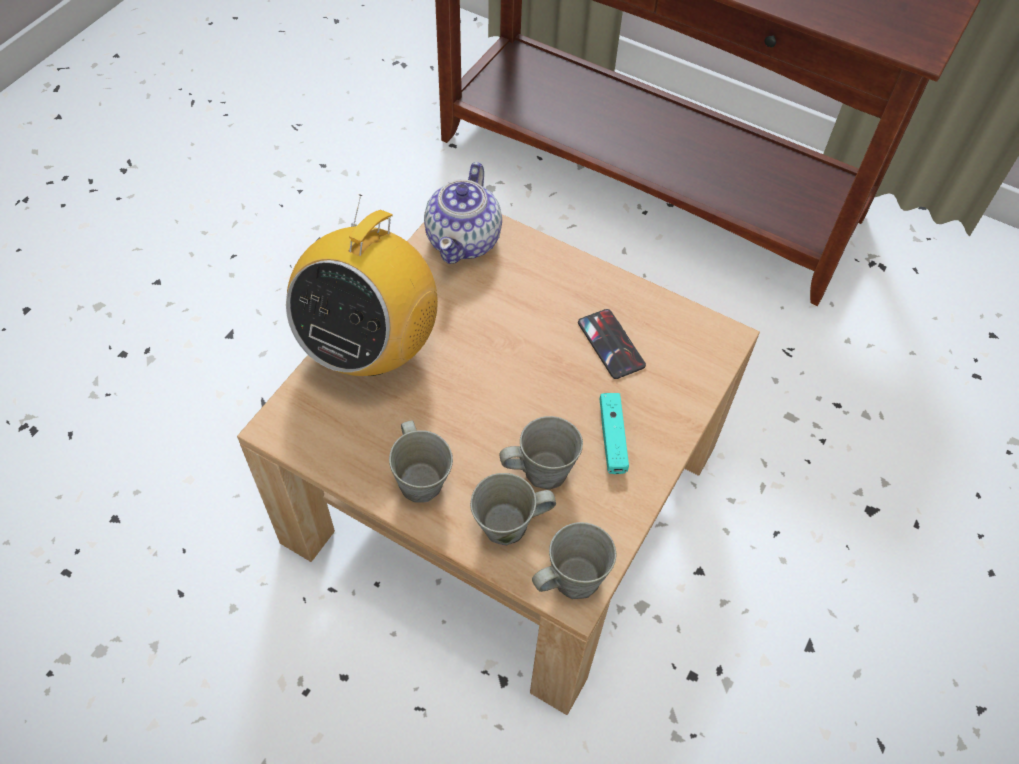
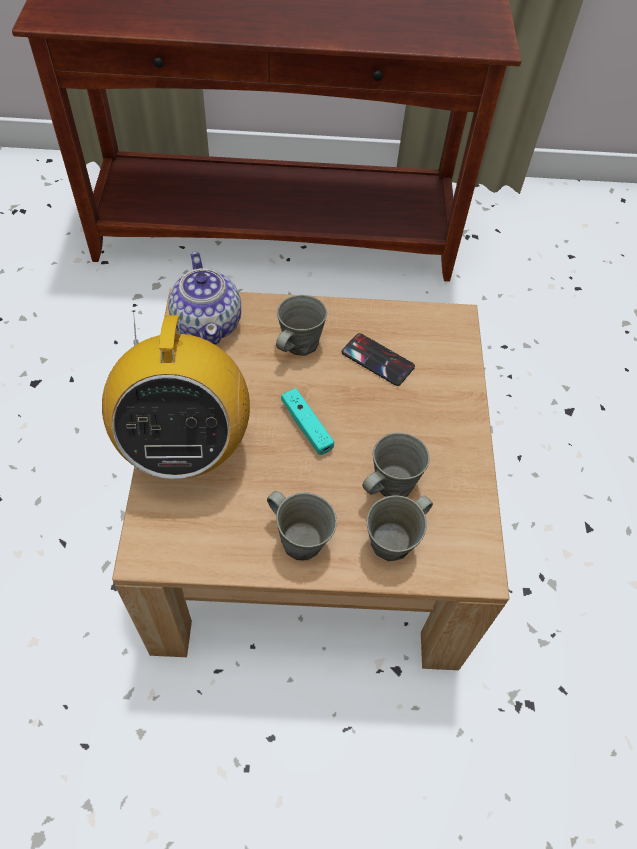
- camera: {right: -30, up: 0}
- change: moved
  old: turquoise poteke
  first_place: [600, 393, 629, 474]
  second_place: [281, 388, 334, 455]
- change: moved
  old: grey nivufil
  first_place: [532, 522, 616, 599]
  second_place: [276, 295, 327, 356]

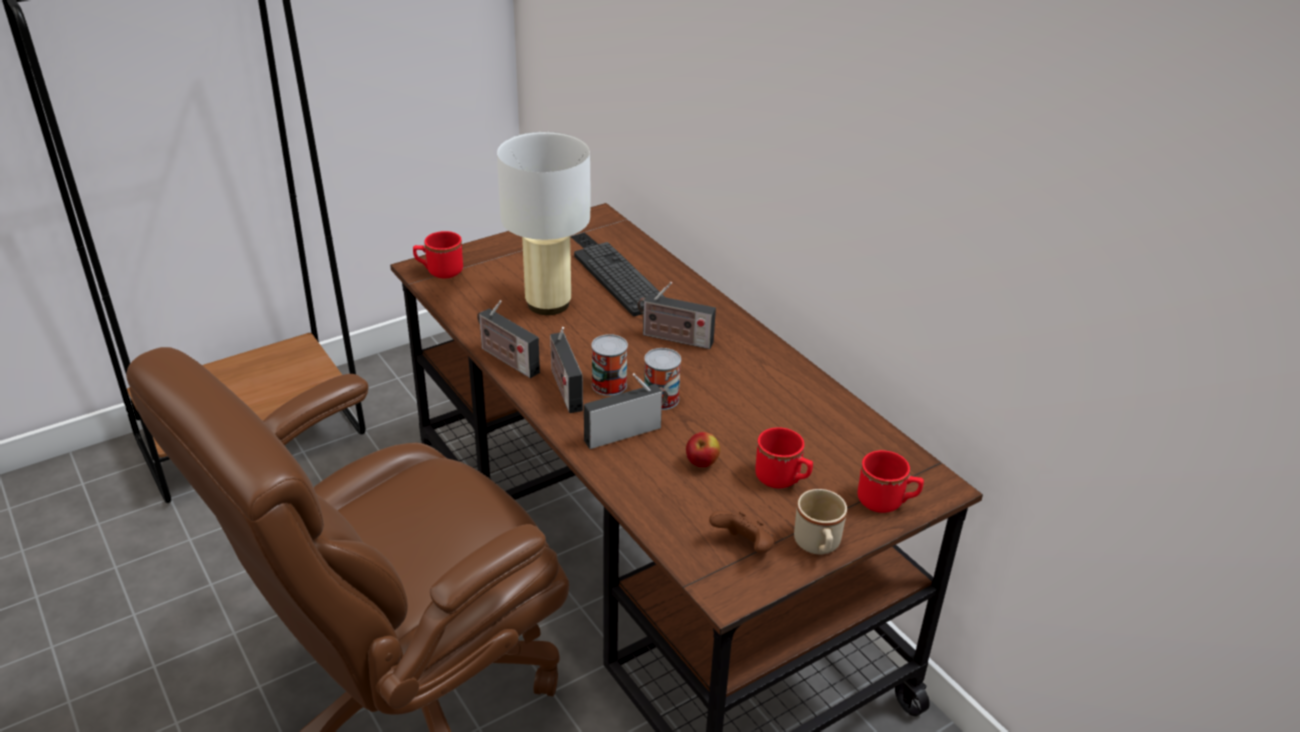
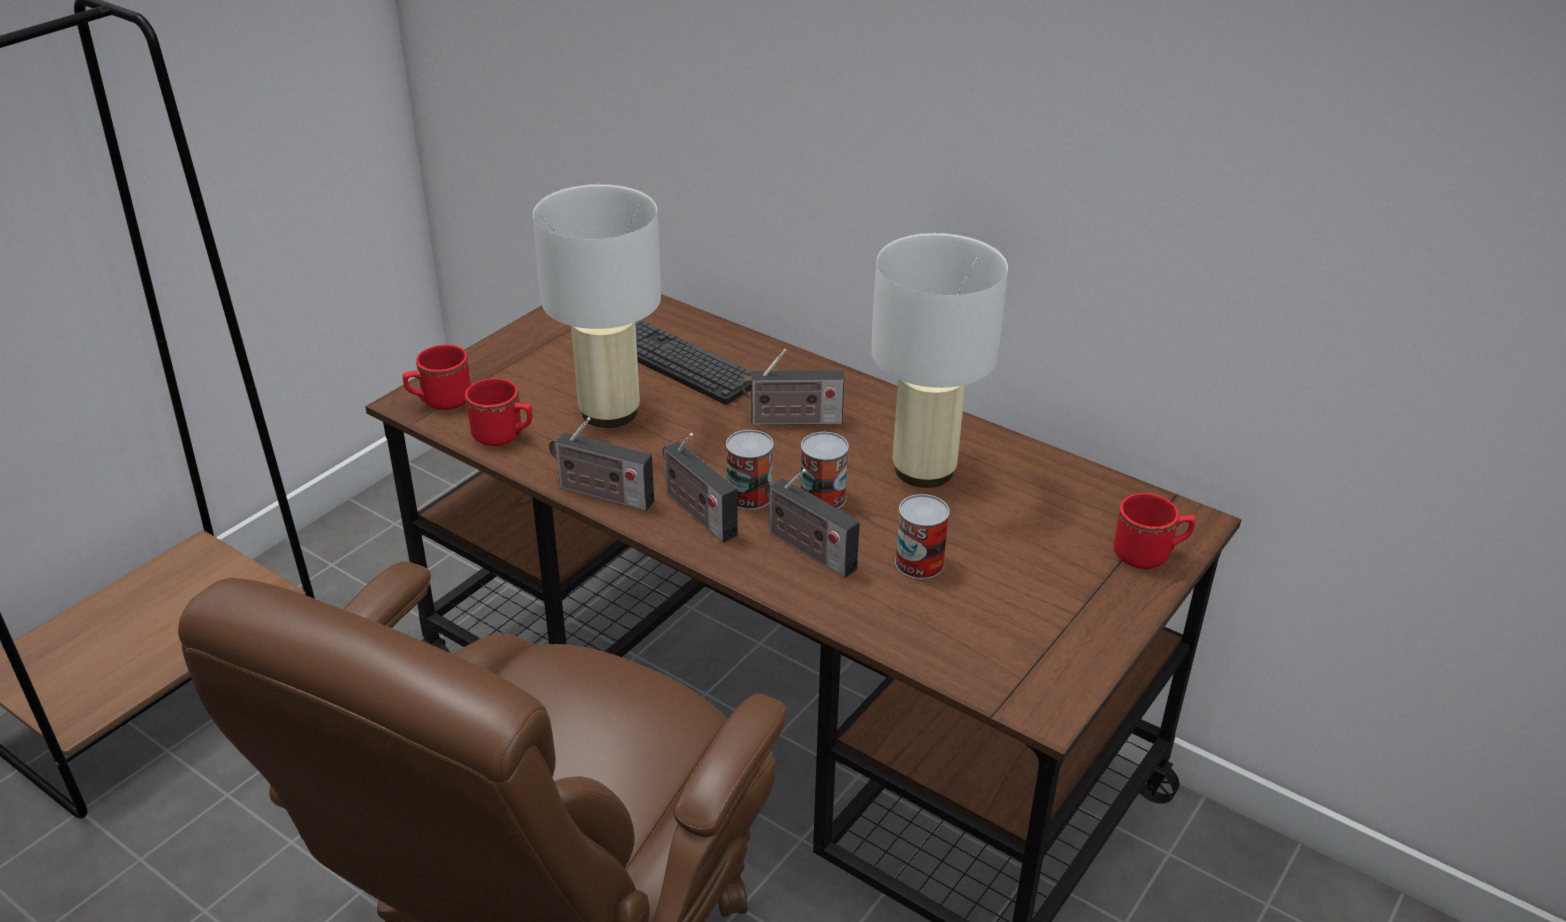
- camera: {right: -20, up: 0}
- change: turned
  old: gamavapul
  first_place: [584, 373, 668, 449]
  second_place: [765, 469, 860, 578]
  degrees: -90
- change: moved
  old: red nivufil
  first_place: [755, 428, 813, 488]
  second_place: [465, 378, 532, 446]
- change: replaced
  old: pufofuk
  new: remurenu
  first_place: [686, 432, 720, 467]
  second_place: [895, 494, 950, 579]
- change: removed
  old: beige nivufil
  first_place: [794, 489, 847, 554]
- change: removed
  old: brown poteke
  first_place: [709, 511, 775, 553]
- change: added
  new: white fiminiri
  second_place: [871, 233, 1008, 488]

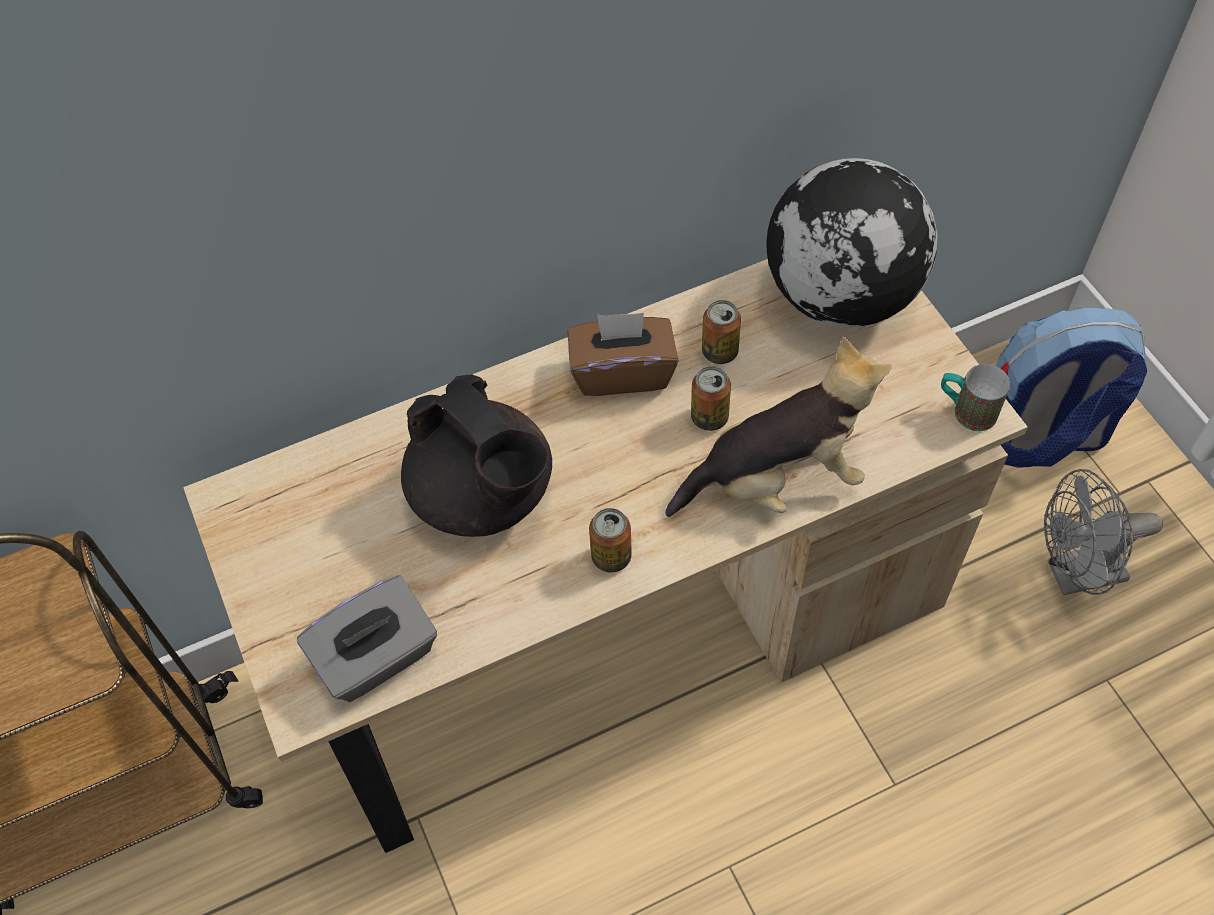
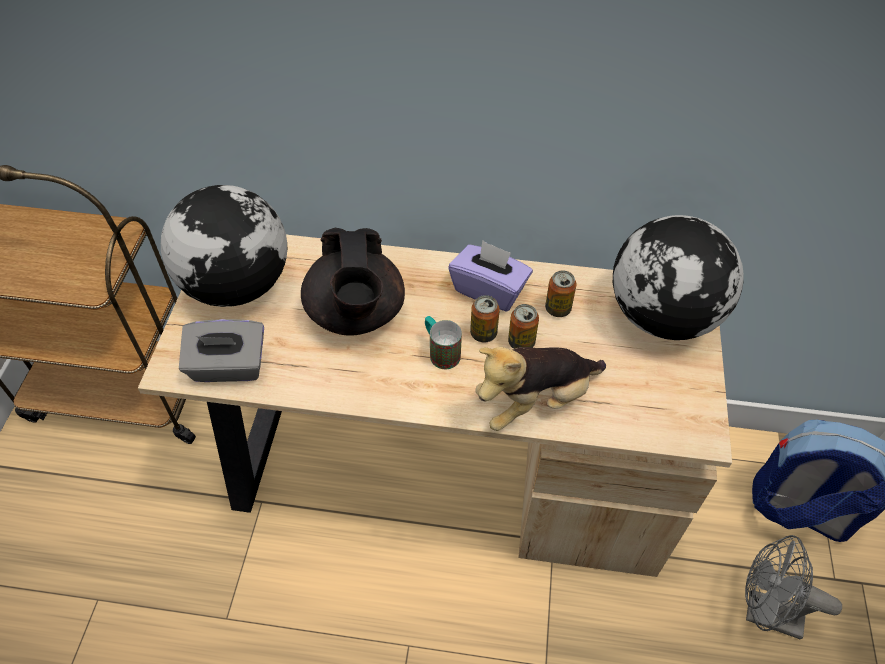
- camera: {right: 30, up: -5}
- change: recoloured
  old: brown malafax
  new: purple malafax
  first_place: [567, 313, 679, 396]
  second_place: [449, 240, 533, 312]
- change: turned
  old: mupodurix
  first_place: [665, 336, 892, 517]
  second_place: [475, 347, 606, 431]
  degrees: 135
- change: moved
  old: nivufil
  first_place: [941, 364, 1010, 431]
  second_place: [425, 316, 462, 369]
- change: moved
  old: remurenu
  first_place: [589, 508, 632, 573]
  second_place: [470, 295, 500, 342]
- change: added
  new: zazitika
  second_place: [161, 185, 288, 307]

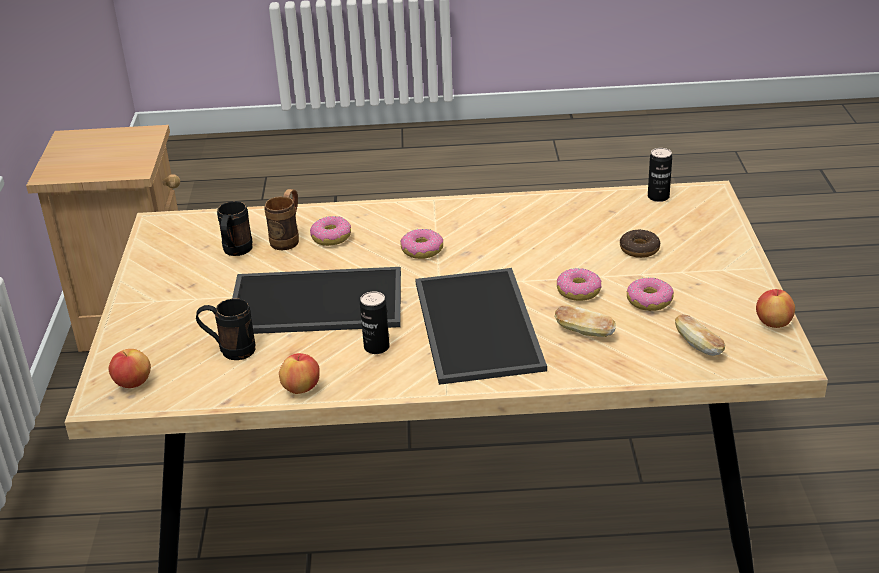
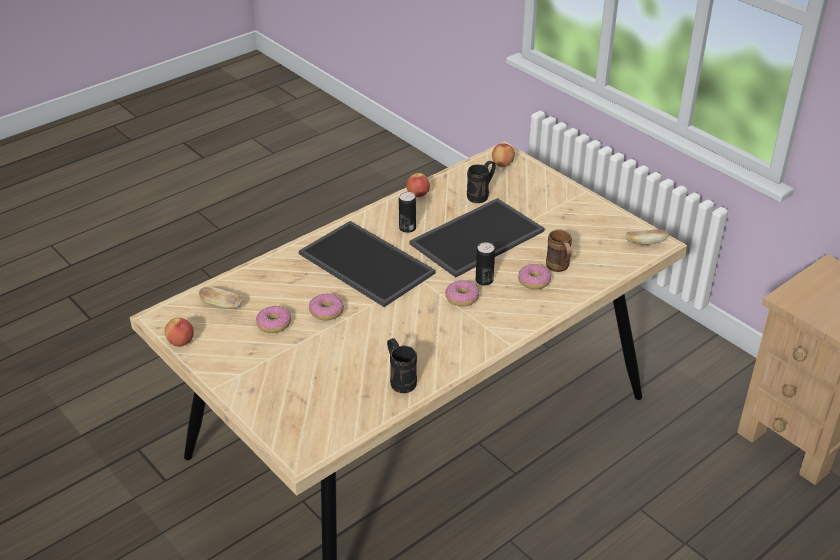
- camera: {right: 140, up: 5}
- change: moved
  old: remurenu
  first_place: [648, 148, 672, 202]
  second_place: [476, 242, 495, 286]
- change: moved
  old: black nivufil
  first_place: [217, 201, 253, 256]
  second_place: [387, 338, 417, 393]
- change: removed
  old: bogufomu
  first_place: [620, 230, 660, 258]
- change: moved
  old: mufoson
  first_place: [555, 305, 616, 337]
  second_place: [625, 229, 669, 245]

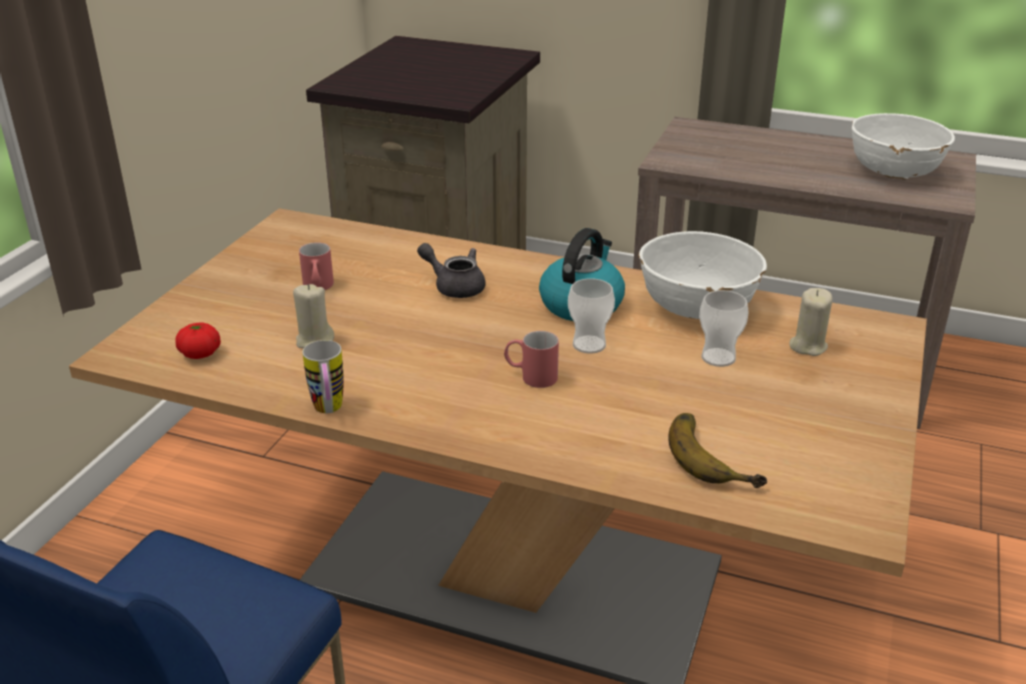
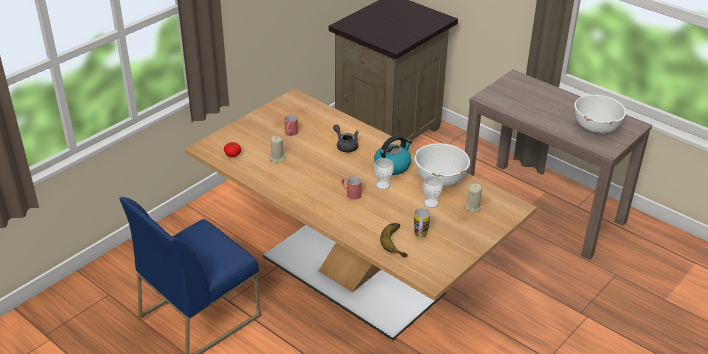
- camera: {right: 20, up: 5}
- change: moved
  old: nivufil
  first_place: [302, 340, 344, 413]
  second_place: [414, 208, 430, 238]

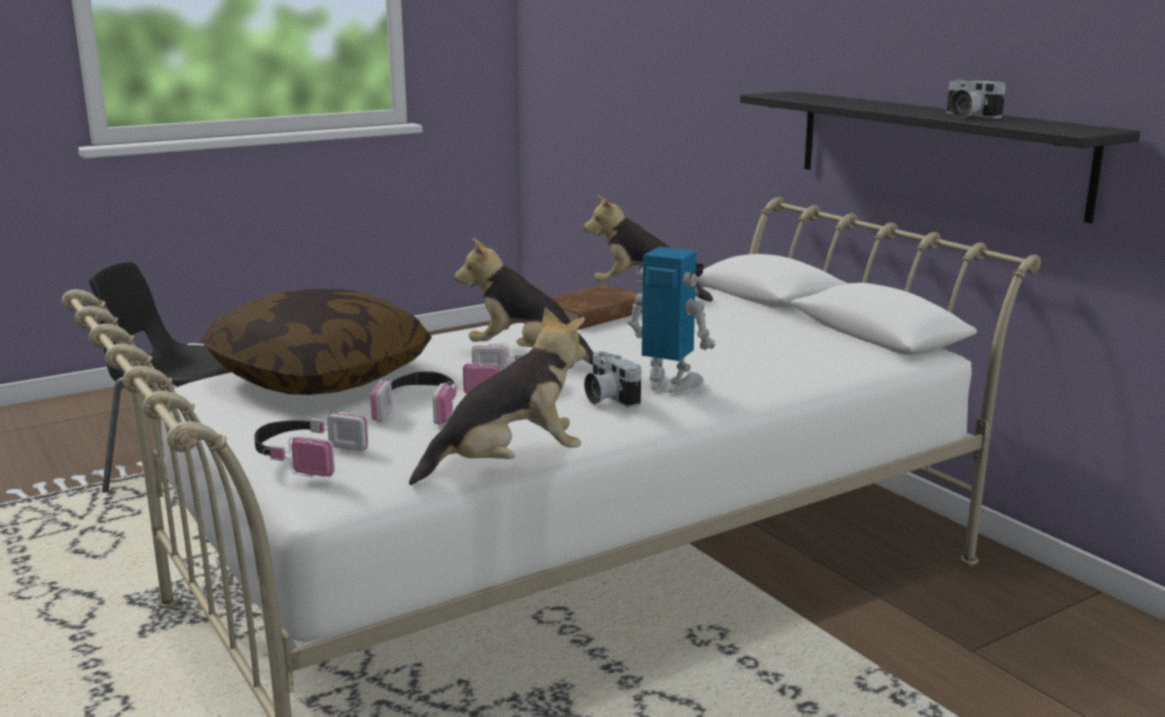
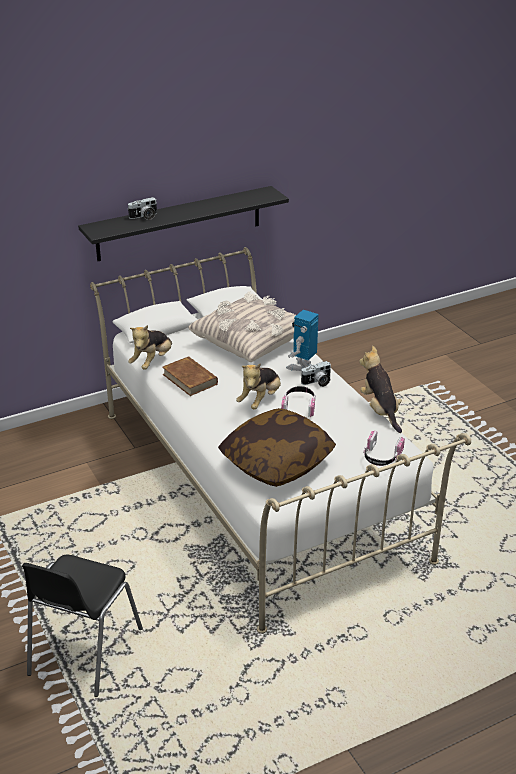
- camera: {right: -85, up: 15}
- change: moved
  old: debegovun
  first_place: [947, 79, 1006, 118]
  second_place: [127, 197, 157, 220]
- change: removed
  old: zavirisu
  first_place: [370, 371, 458, 425]
- change: added
  new: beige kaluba
  second_place: [188, 291, 296, 362]

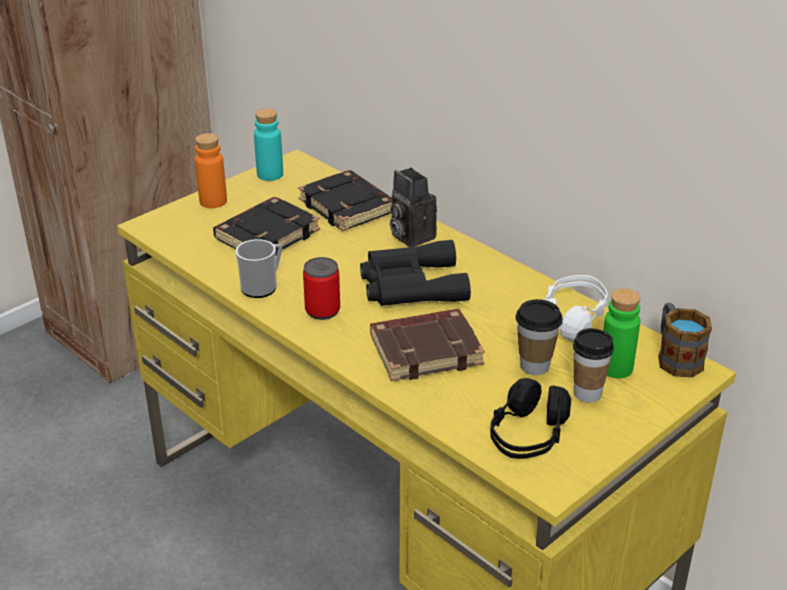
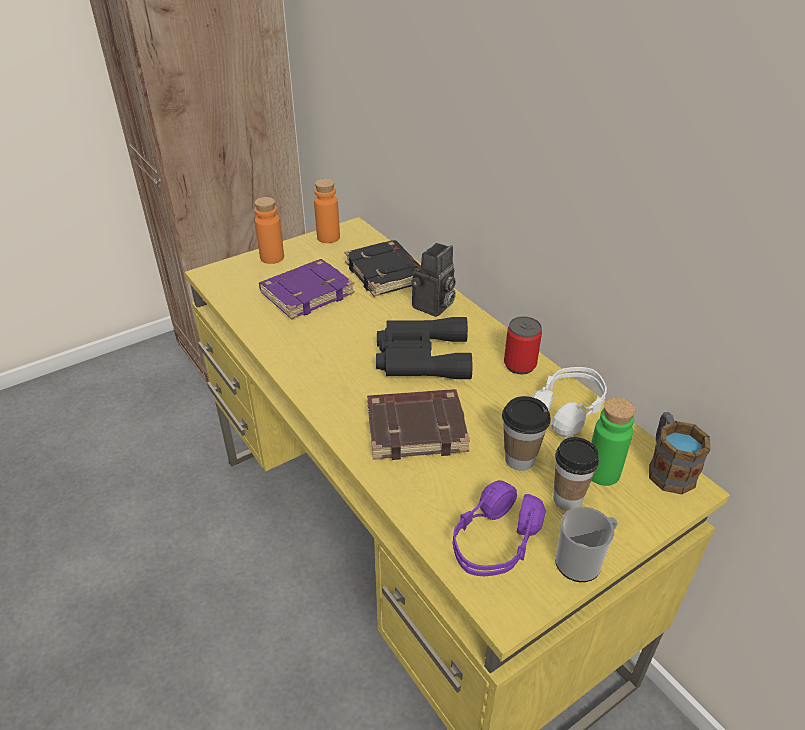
- camera: {right: 10, up: 5}
- change: recoloured
  old: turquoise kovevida
  new: orange kovevida
  first_place: [254, 108, 283, 181]
  second_place: [314, 179, 340, 243]
- change: turned
  old: debegovun
  first_place: [390, 168, 437, 247]
  second_place: [411, 243, 456, 317]
  degrees: -120
- change: recoloured
  old: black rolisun
  new: purple rolisun
  first_place: [213, 197, 320, 255]
  second_place: [259, 259, 355, 320]
- change: moved
  old: nivufil
  first_place: [236, 239, 282, 298]
  second_place: [555, 507, 618, 582]
- change: moved
  old: remurenu
  first_place: [303, 257, 340, 320]
  second_place: [504, 316, 542, 374]
- change: recoloured
  old: black zavirisu
  new: purple zavirisu
  first_place: [490, 378, 571, 459]
  second_place: [453, 480, 546, 576]

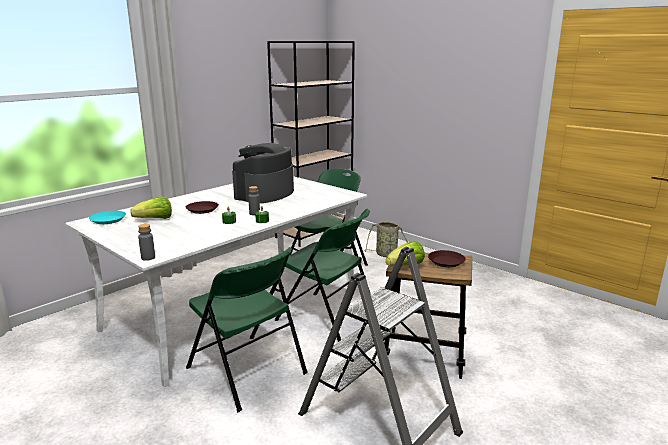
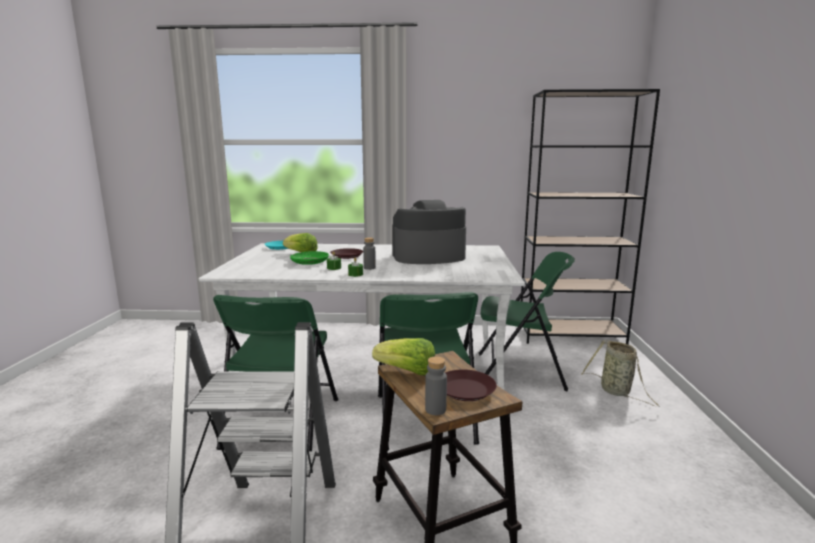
- camera: {right: 50, up: -5}
- change: moved
  old: grey kovevida
  first_place: [138, 224, 155, 261]
  second_place: [425, 357, 447, 415]
- change: added
  new: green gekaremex
  second_place: [290, 251, 329, 265]

